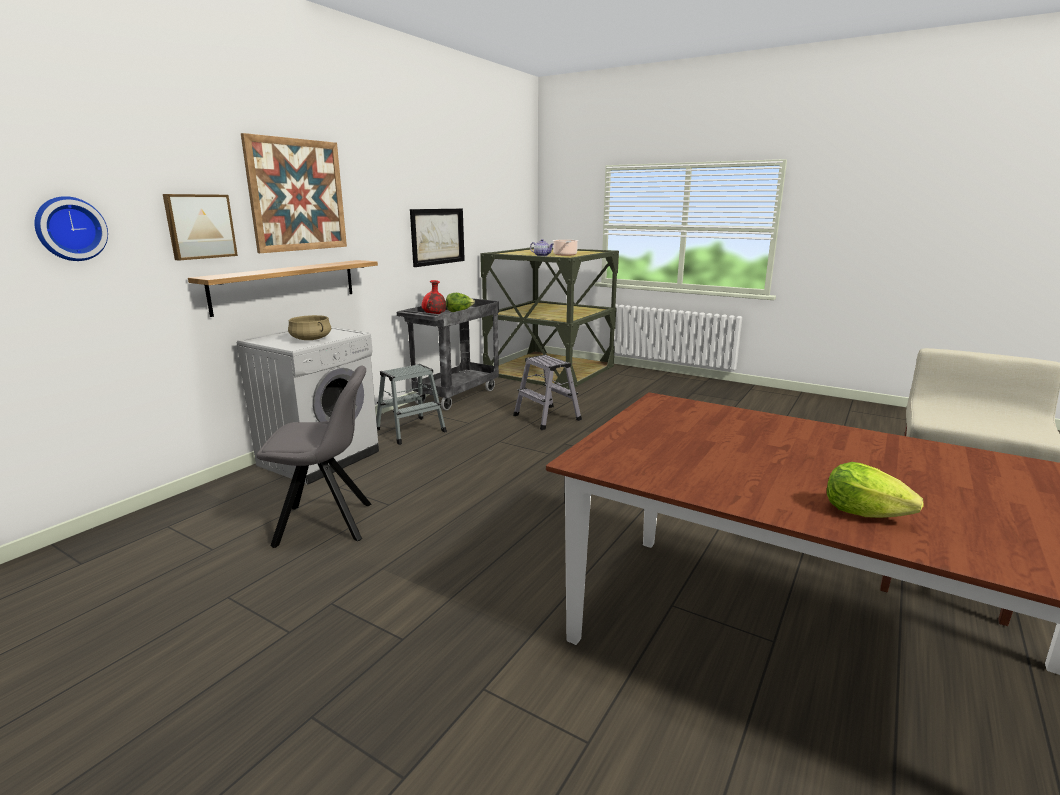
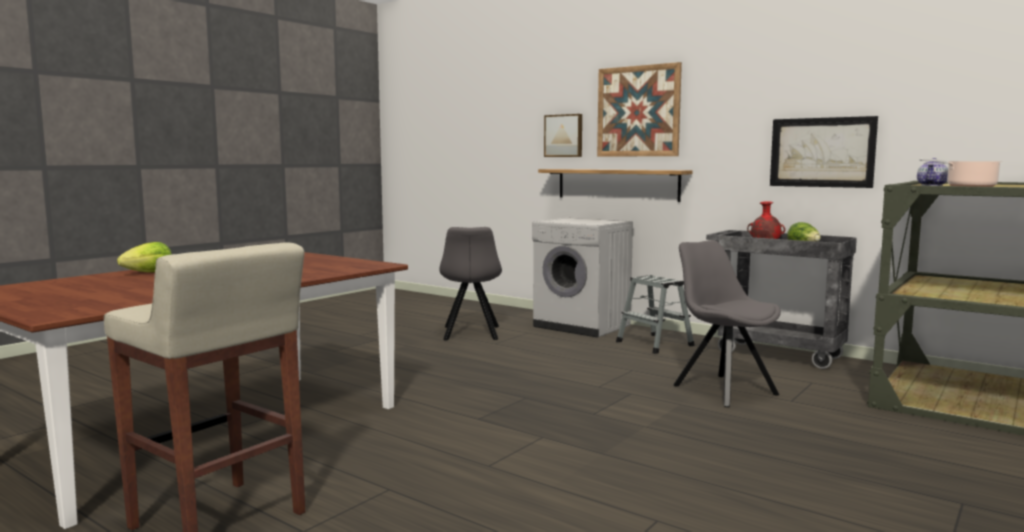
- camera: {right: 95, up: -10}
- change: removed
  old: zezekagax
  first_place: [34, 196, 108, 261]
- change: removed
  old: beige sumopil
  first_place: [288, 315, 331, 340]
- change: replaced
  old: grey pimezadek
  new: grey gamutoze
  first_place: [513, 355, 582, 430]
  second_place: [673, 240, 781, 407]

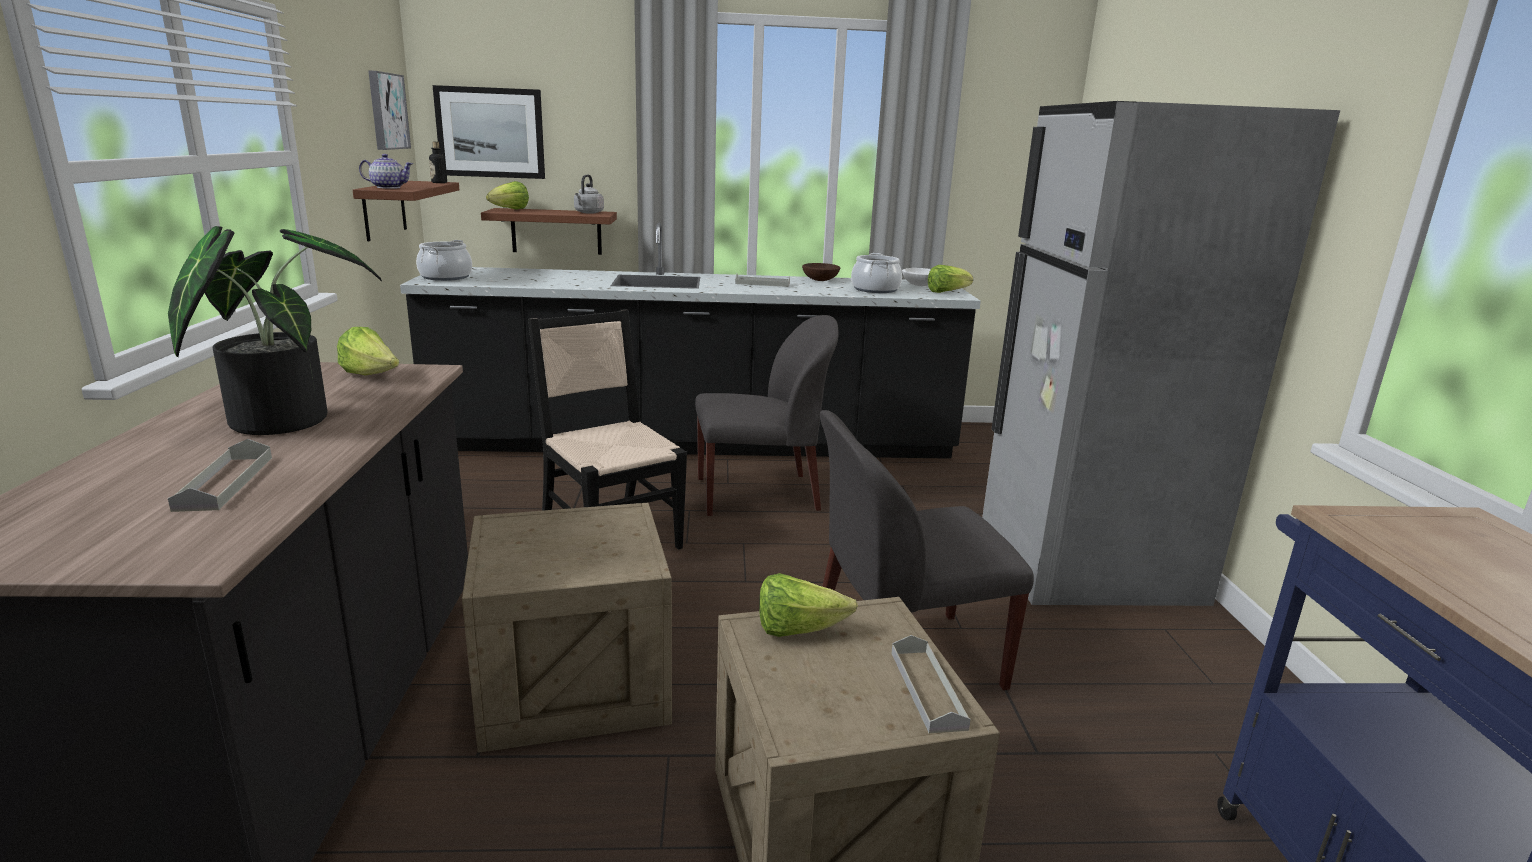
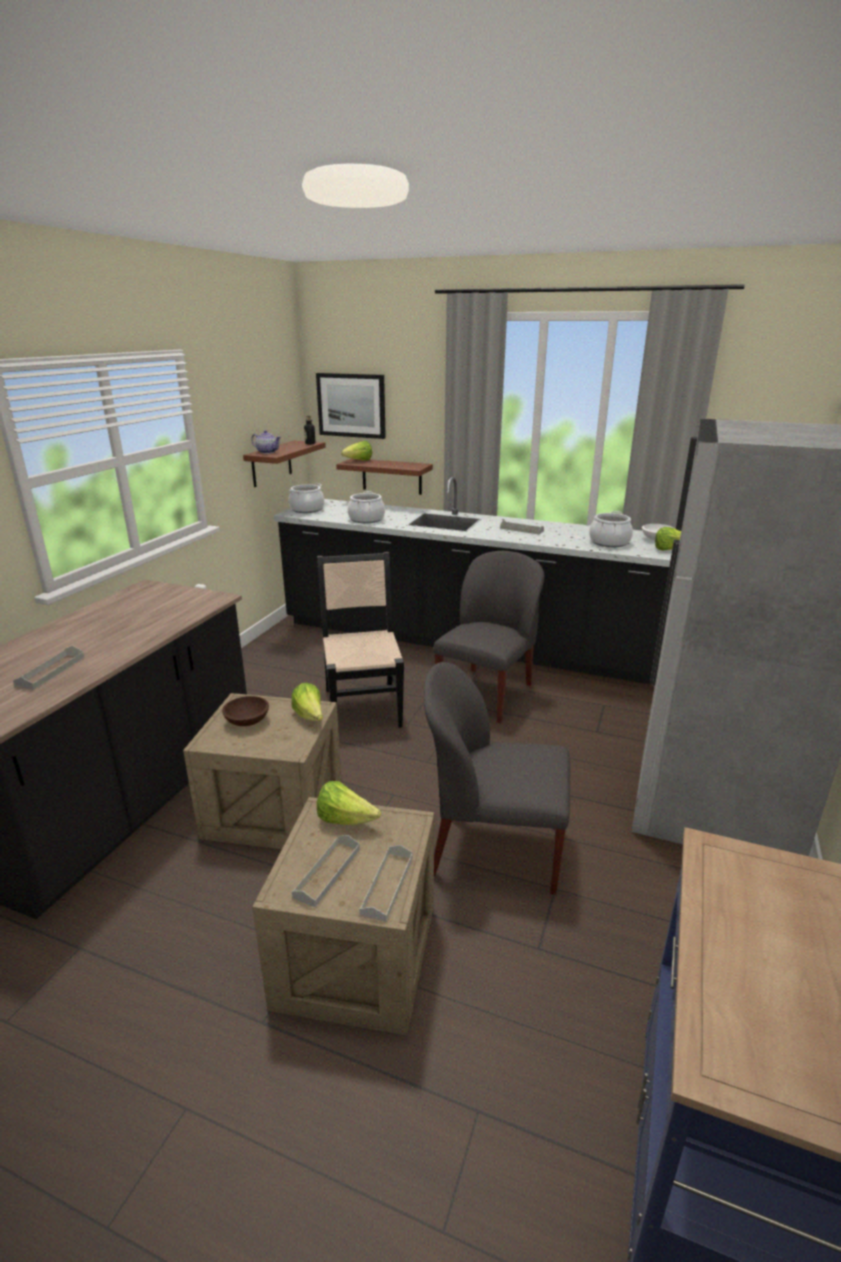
- camera: {right: 25, up: 5}
- change: removed
  old: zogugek
  first_place: [368, 70, 411, 150]
- change: removed
  old: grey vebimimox
  first_place: [574, 174, 604, 214]
- change: removed
  old: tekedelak
  first_place: [168, 226, 382, 435]
- change: moved
  old: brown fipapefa
  first_place: [802, 263, 840, 281]
  second_place: [222, 696, 269, 726]
- change: turned
  old: grey gamutoze
  first_place: [695, 315, 839, 516]
  second_place: [433, 551, 544, 724]
  degrees: -75
- change: moved
  old: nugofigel
  first_place: [337, 327, 399, 375]
  second_place: [291, 683, 323, 721]
- change: added
  new: sumopil
  second_place: [348, 491, 385, 523]
- change: added
  new: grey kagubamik
  second_place: [292, 835, 360, 907]

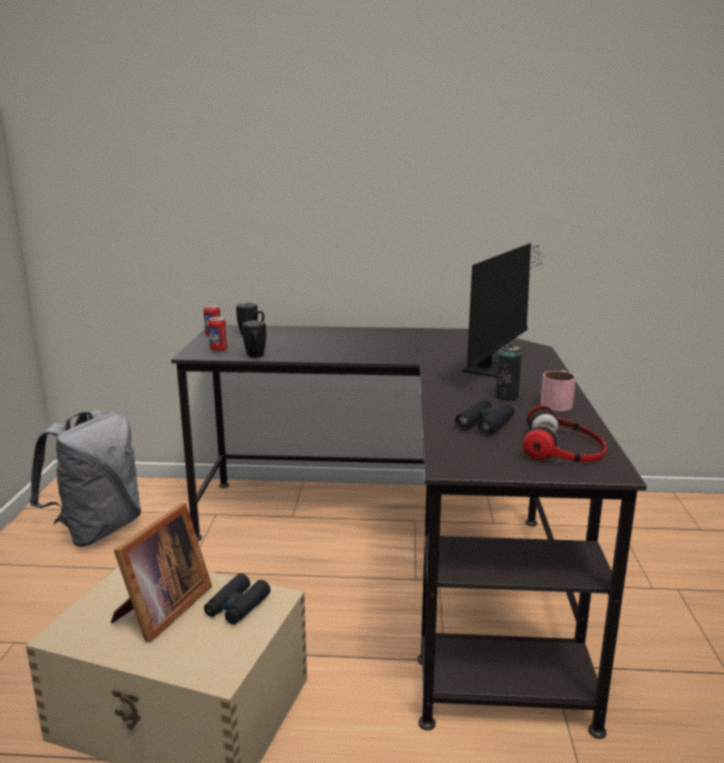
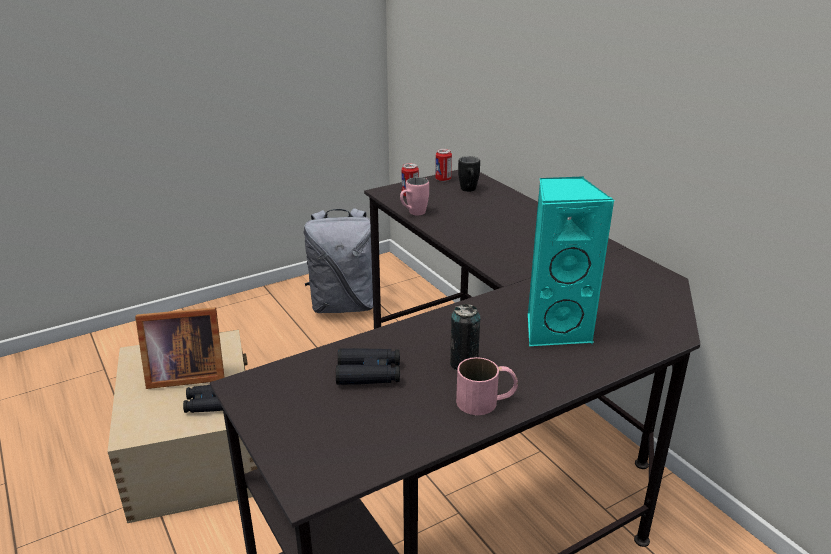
- camera: {right: 55, up: 10}
- change: replaced
  old: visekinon
  new: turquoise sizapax
  first_place: [463, 243, 544, 378]
  second_place: [528, 176, 614, 346]
- change: recoloured
  old: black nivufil
  new: pink nivufil
  first_place: [242, 321, 266, 358]
  second_place: [400, 177, 429, 215]
- change: removed
  old: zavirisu
  first_place: [523, 405, 606, 462]

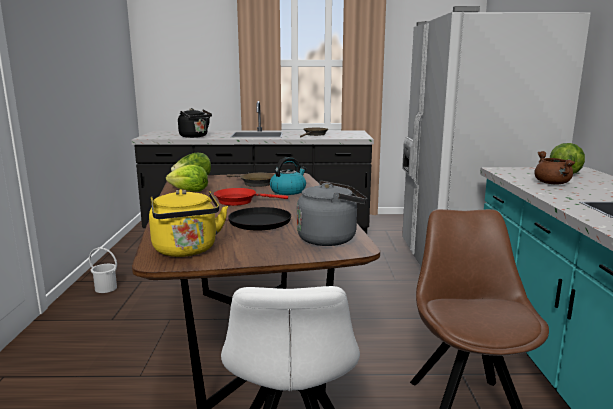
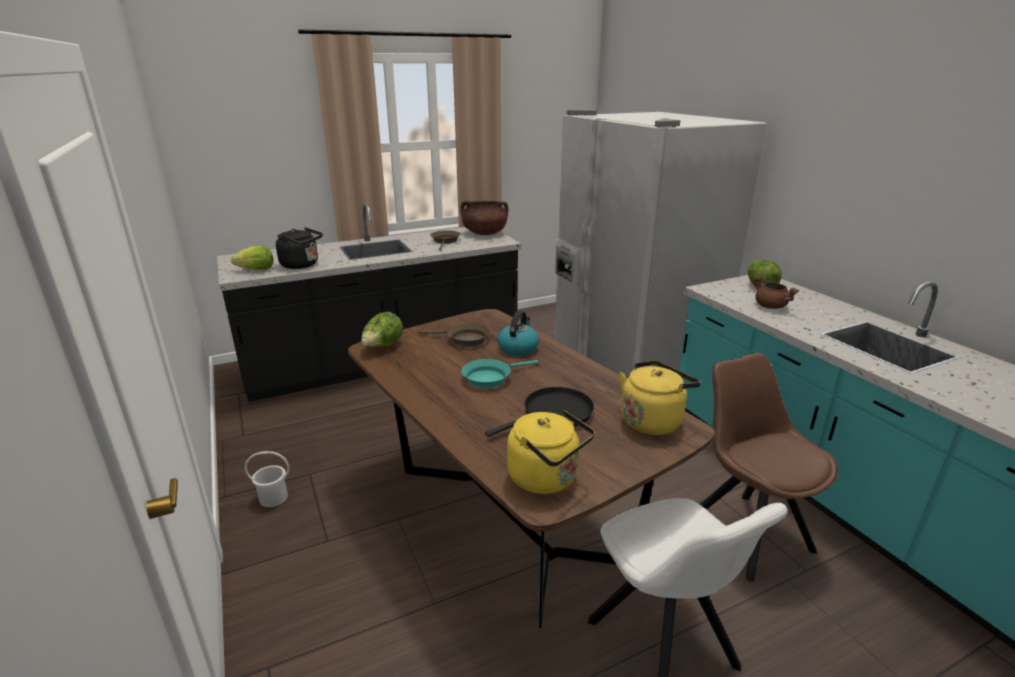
- camera: {right: -25, up: 10}
- change: moved
  old: nugofigel
  first_place: [166, 165, 208, 192]
  second_place: [231, 246, 274, 270]
- change: recoloured
  old: grey vebimimox
  new: yellow vebimimox
  first_place: [297, 181, 368, 246]
  second_place: [620, 360, 701, 435]
- change: recoloured
  old: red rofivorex
  new: turquoise rofivorex
  first_place: [214, 188, 288, 206]
  second_place: [461, 359, 538, 388]
- change: added
  new: brown sumopil
  second_place: [460, 201, 509, 235]

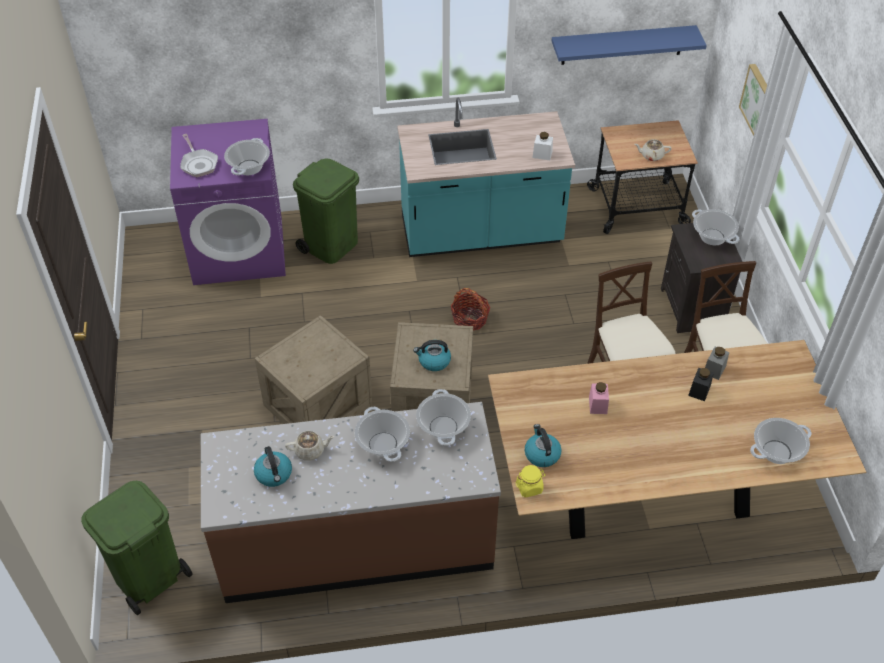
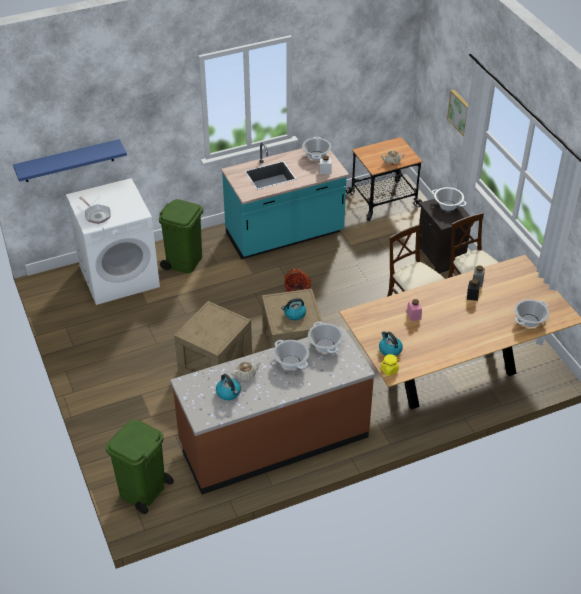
- camera: {right: -15, up: -5}
- change: moved
  old: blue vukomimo
  first_place: [552, 25, 707, 65]
  second_place: [13, 139, 127, 182]
- change: recoloured
  old: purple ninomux
  new: white ninomux
  first_place: [170, 119, 286, 285]
  second_place: [66, 178, 160, 305]
- change: moved
  old: sumopil
  first_place: [224, 138, 270, 175]
  second_place: [302, 137, 331, 160]

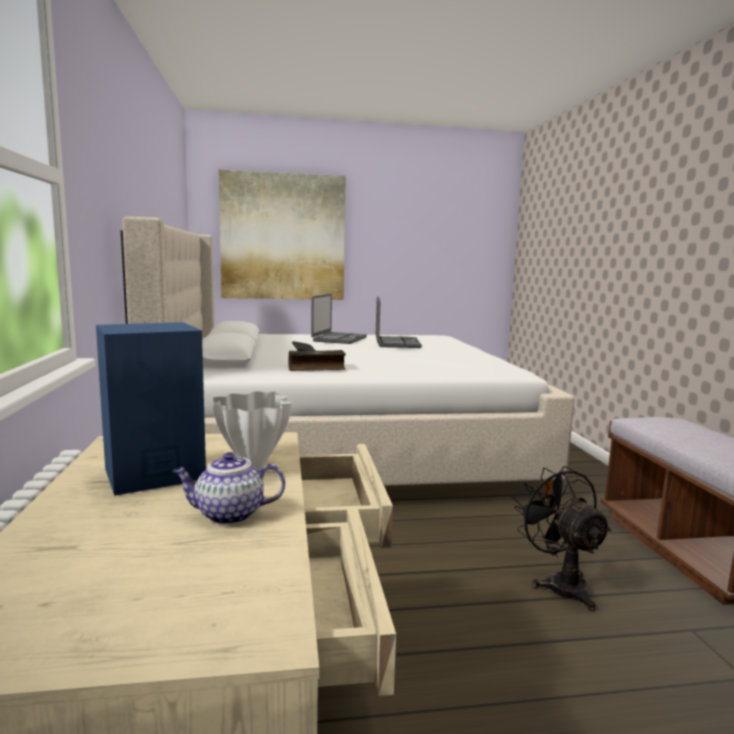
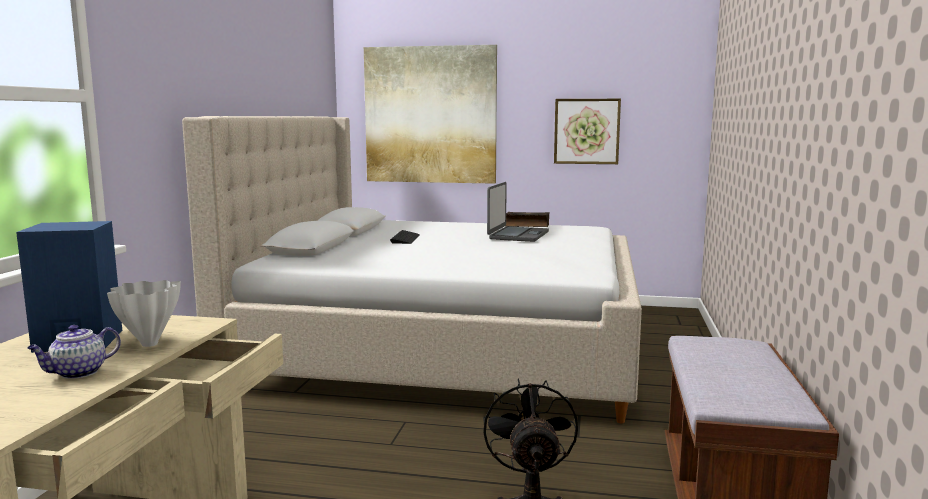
- camera: {right: 20, up: 0}
- change: removed
  old: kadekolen
  first_place: [311, 294, 367, 344]
- change: moved
  old: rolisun
  first_place: [288, 350, 346, 371]
  second_place: [505, 212, 549, 227]
- change: turned
  old: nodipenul
  first_place: [173, 452, 285, 525]
  second_place: [27, 325, 121, 379]
  degrees: -60
- change: added
  new: zogugek
  second_place: [554, 99, 621, 164]

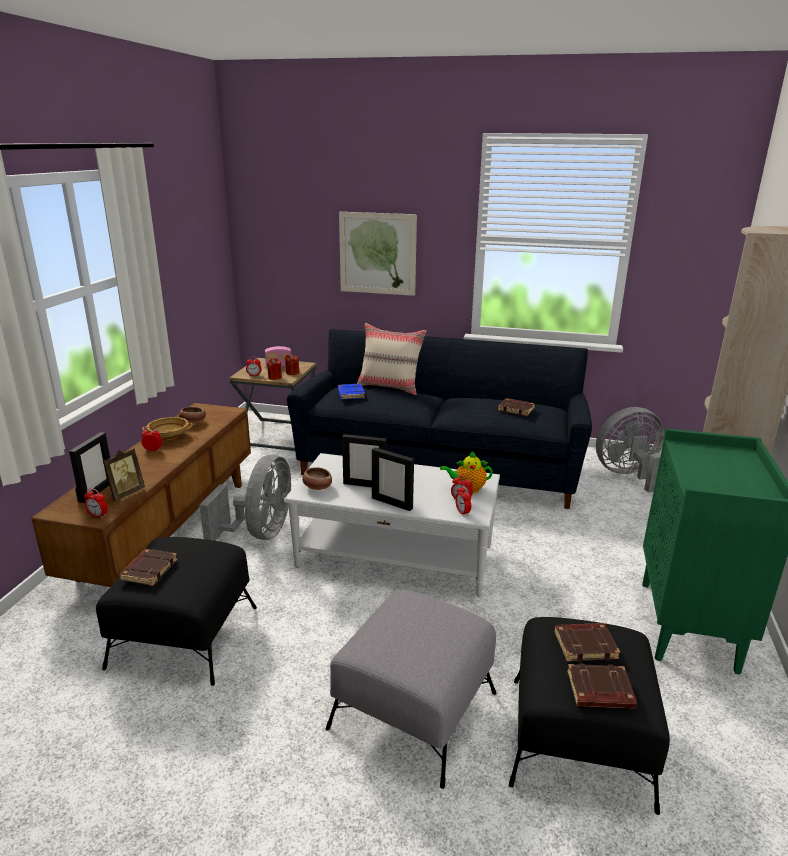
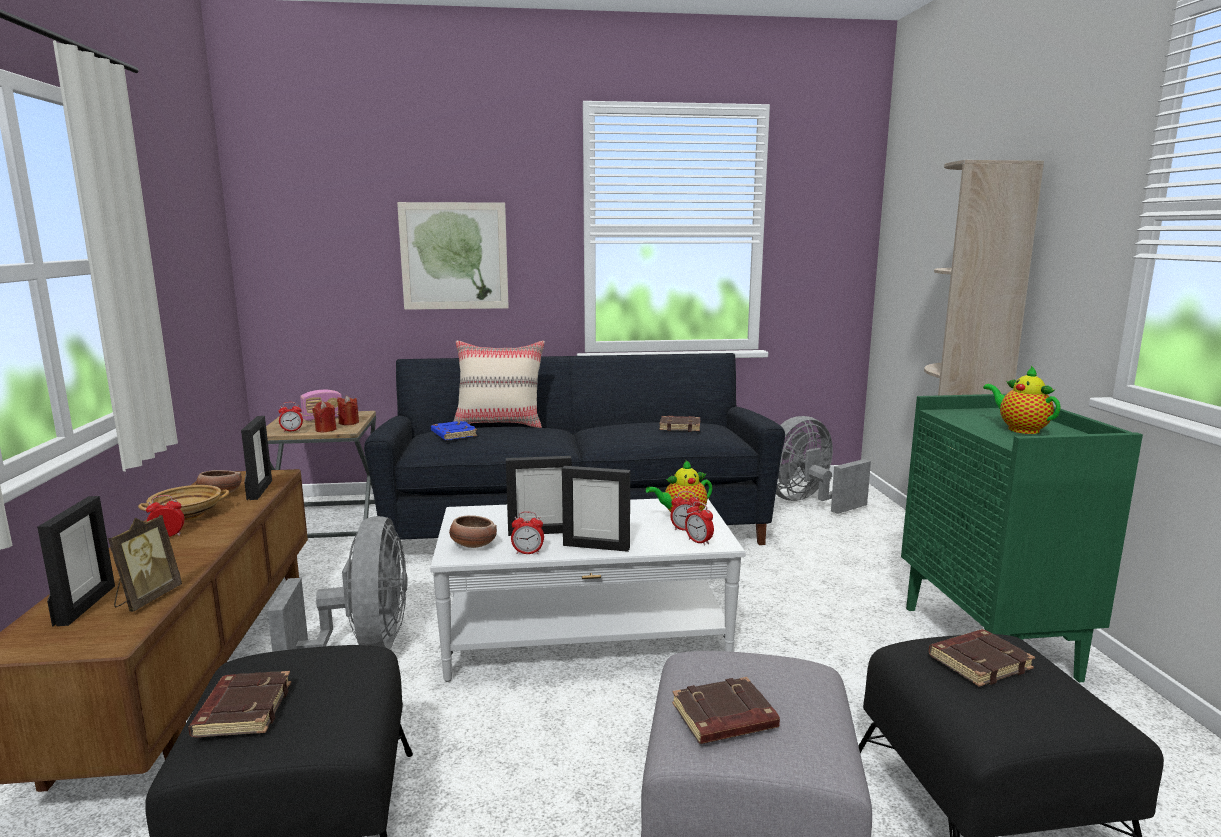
- camera: {right: -20, up: -10}
- change: moved
  old: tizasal
  first_place: [84, 488, 108, 519]
  second_place: [511, 512, 544, 554]
- change: moved
  old: brown rolisun
  first_place: [567, 663, 637, 709]
  second_place: [672, 677, 780, 744]
- change: added
  new: nodipenul
  second_place: [983, 366, 1061, 434]
- change: added
  new: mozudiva
  second_place: [241, 416, 272, 500]

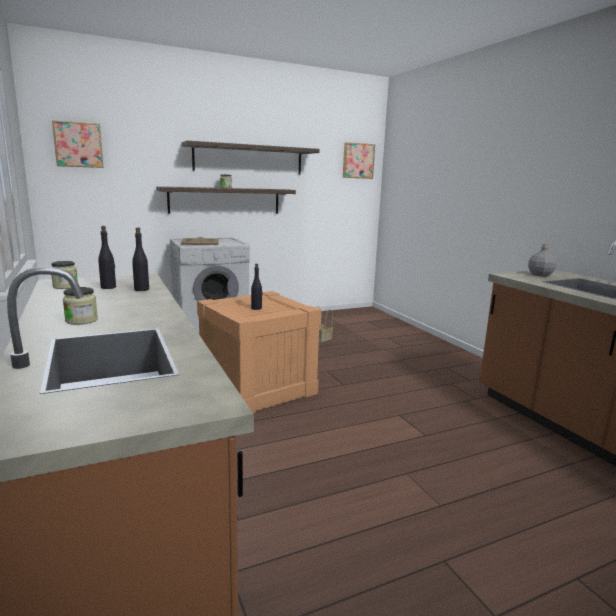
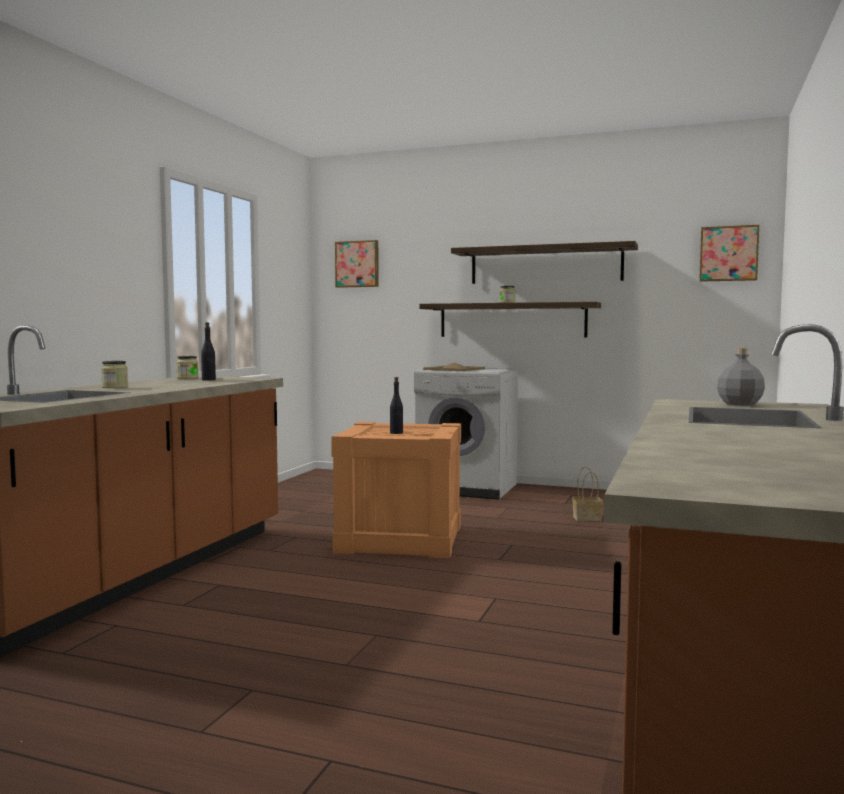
- camera: {right: 45, up: -10}
- change: removed
  old: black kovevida
  first_place: [132, 227, 149, 291]

